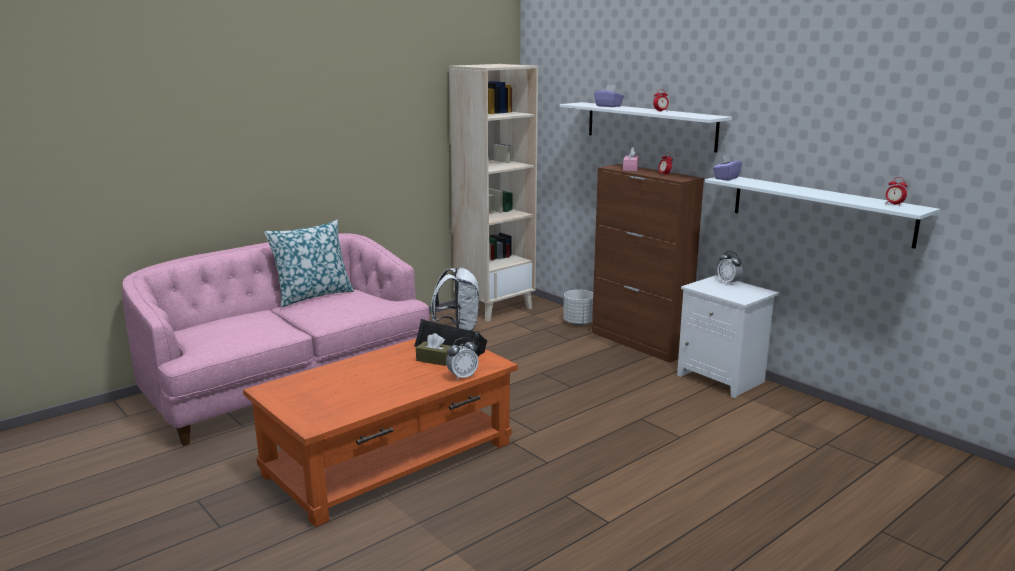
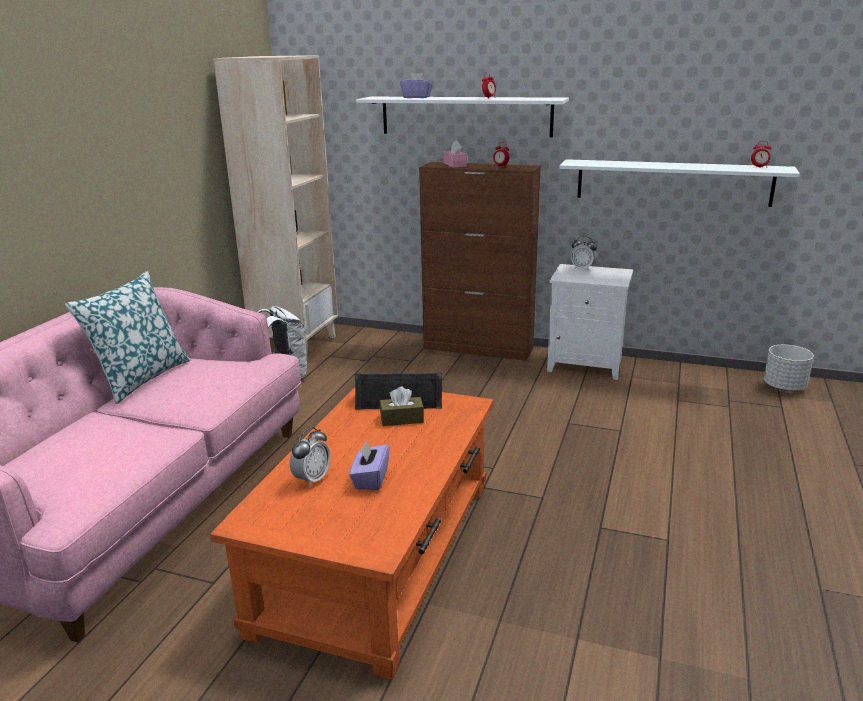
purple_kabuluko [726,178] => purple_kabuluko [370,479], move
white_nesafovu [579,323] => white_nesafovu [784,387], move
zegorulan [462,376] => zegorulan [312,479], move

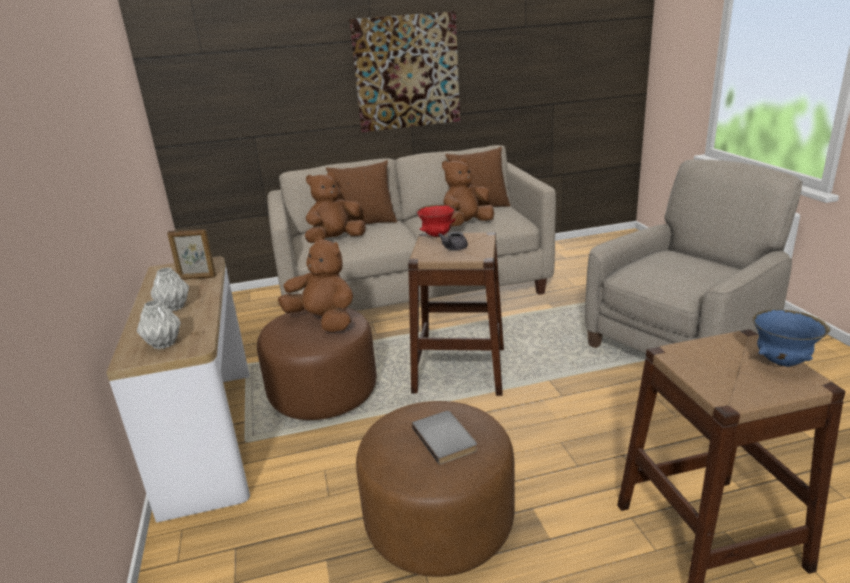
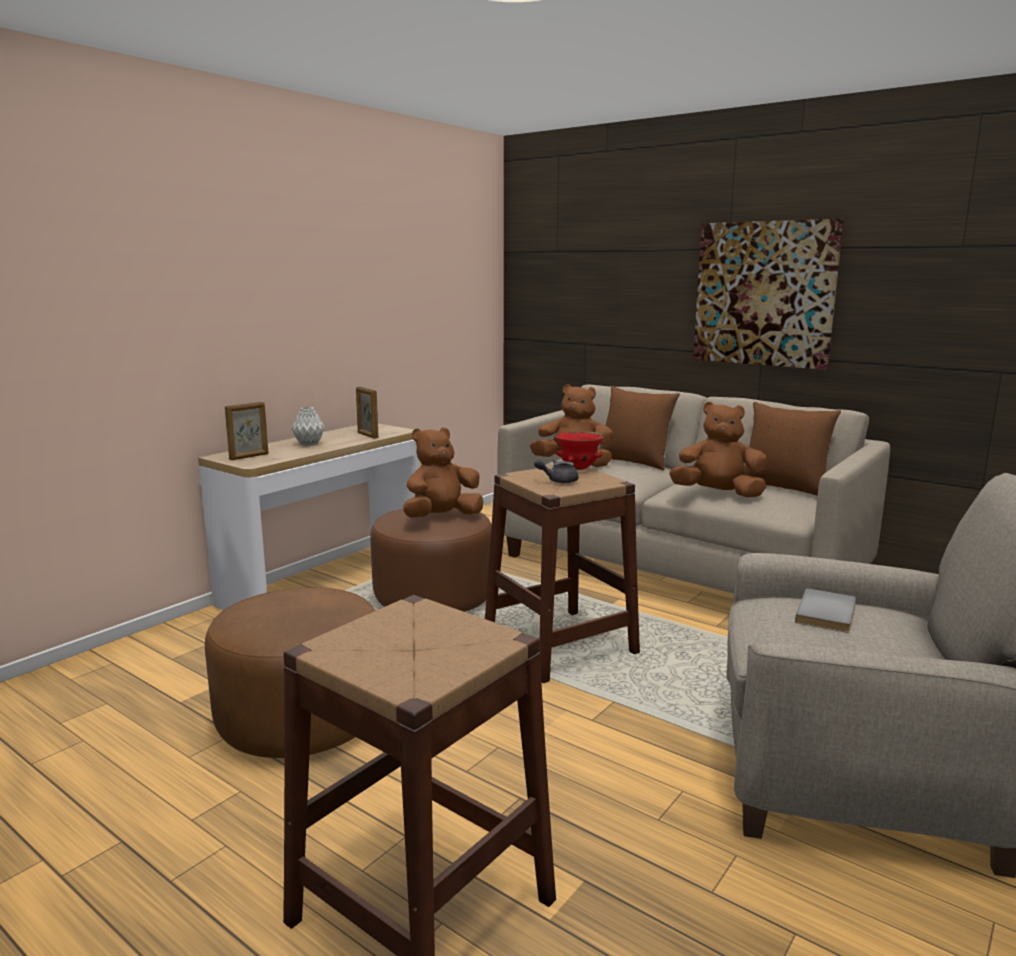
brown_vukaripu [324,321] => brown_vukaripu [442,517], 120 degrees counterclockwise
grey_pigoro [164,344] => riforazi [249,456]
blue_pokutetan [782,362] => nothing
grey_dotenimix [446,438] => grey_dotenimix [828,614], move

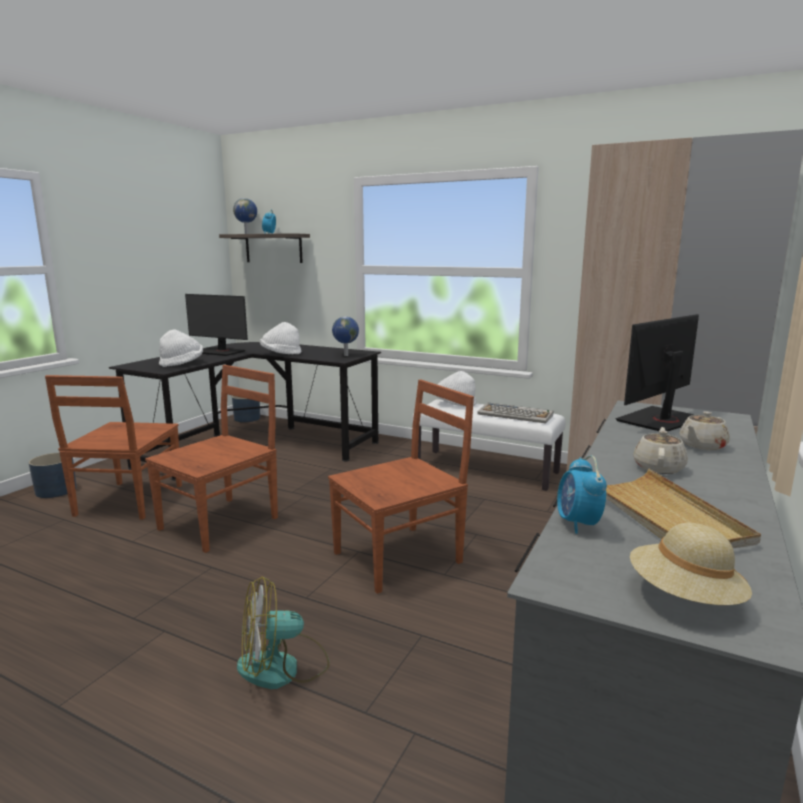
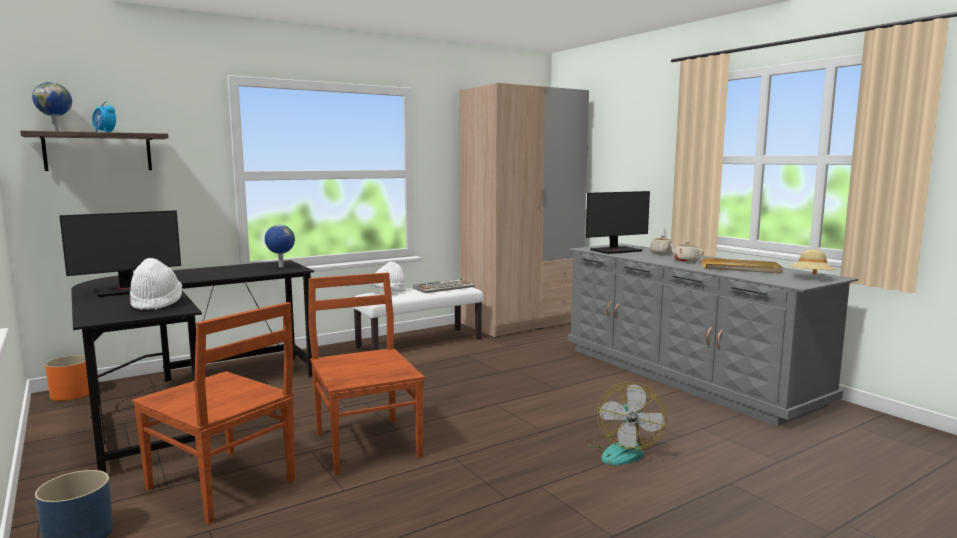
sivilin [659,420] => sivilin [615,250], 105 degrees counterclockwise
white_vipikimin [280,354] => nothing
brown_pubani [400,556] => nothing
blue_nesafovu [247,418] => orange_nesafovu [72,394]
zegorulan [578,524] => nothing

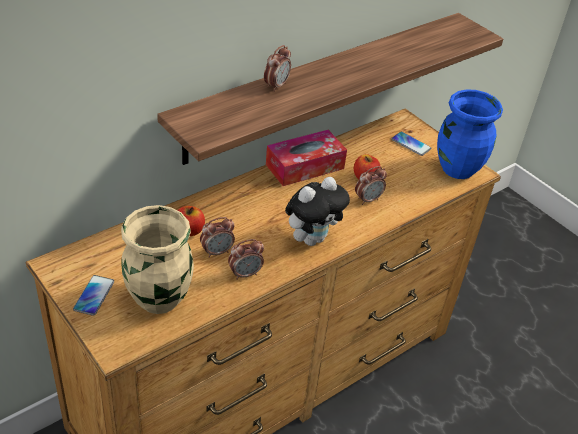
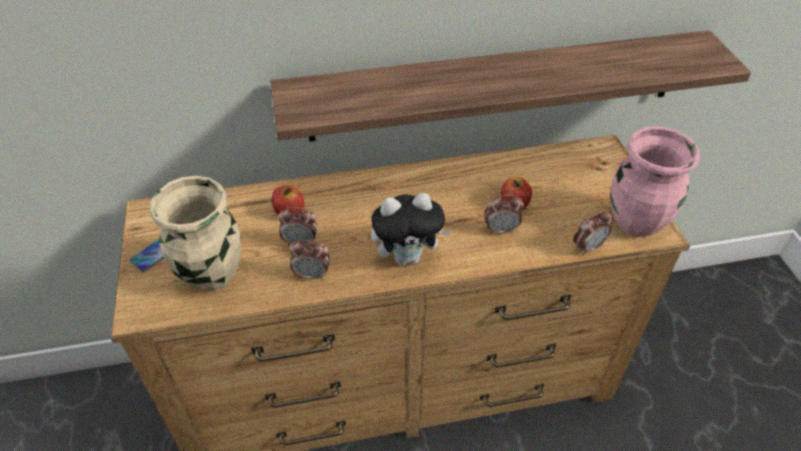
zegorulan [276,86] => zegorulan [588,247], move
blue_pigoro [458,169] => pink_pigoro [636,222]
kabuluko [305,166] => nothing
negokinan [411,144] => nothing

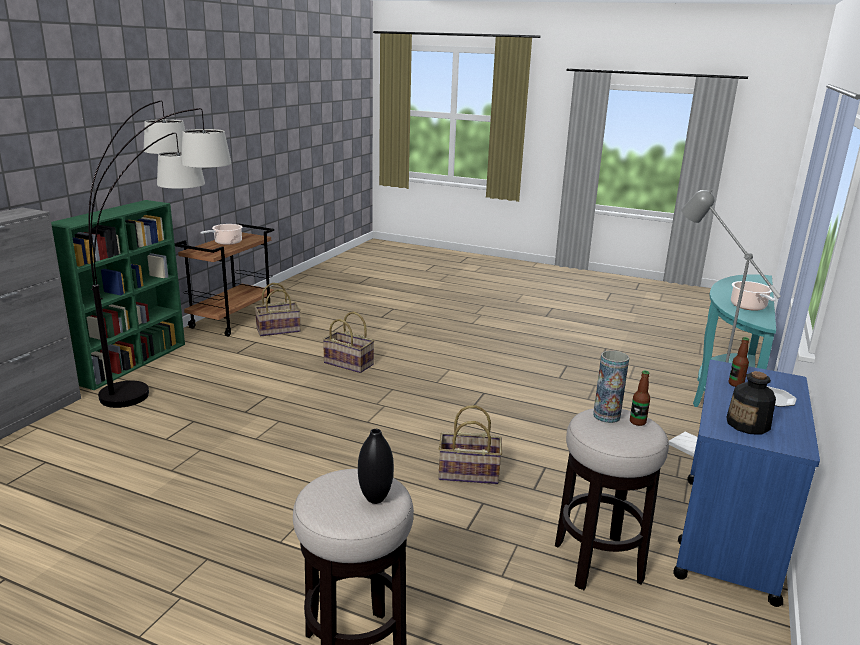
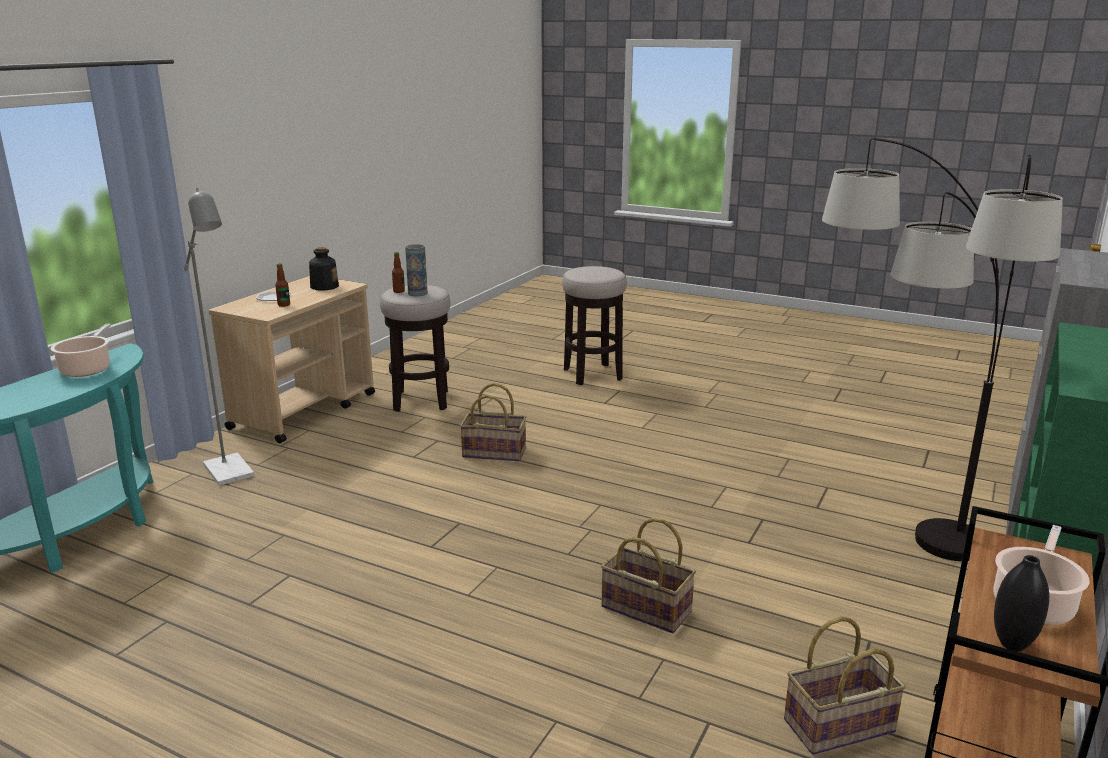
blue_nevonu [727,537] => beige_nevonu [304,410]
black_pigoro [375,498] => black_pigoro [1012,644], move

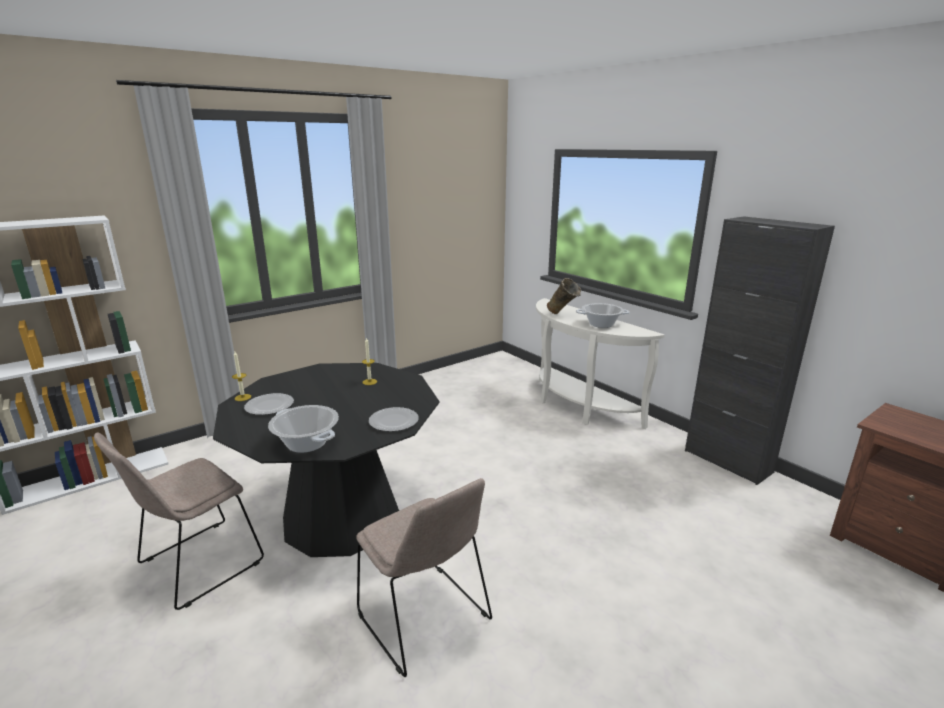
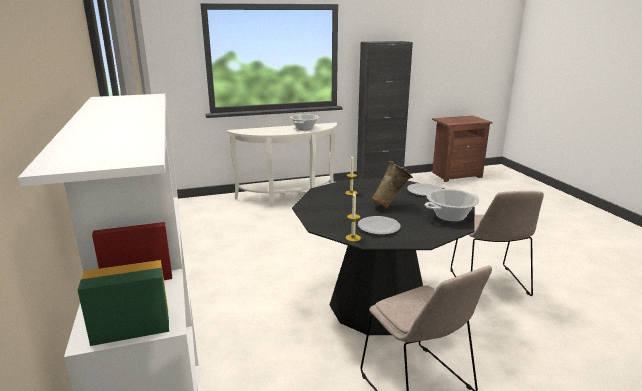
beige_pigoro [563,315] => beige_pigoro [391,205], move
beige_pubani [425,619] => beige_pubani [489,284], 105 degrees clockwise

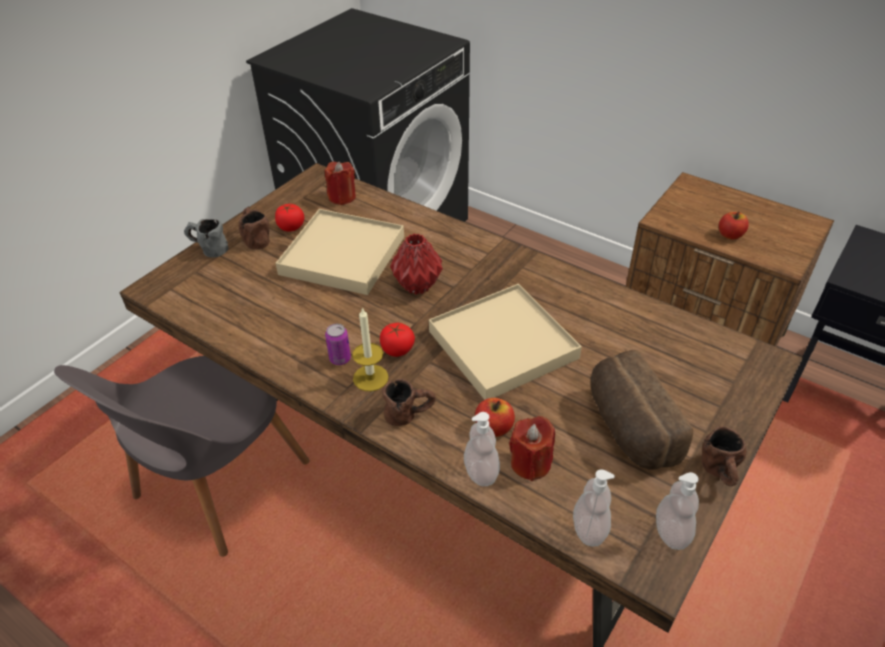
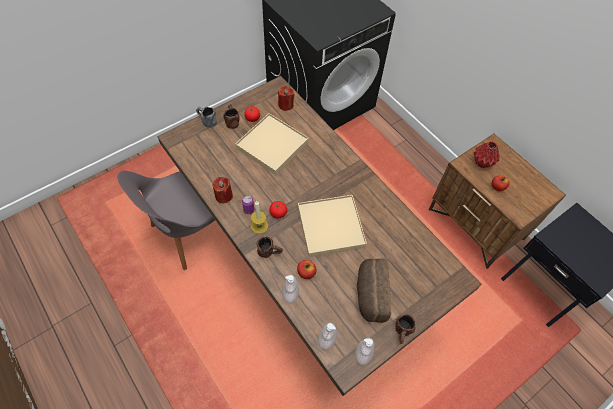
red_pigoro [417,286] => red_pigoro [481,163], move
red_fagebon [530,463] => red_fagebon [223,195], move

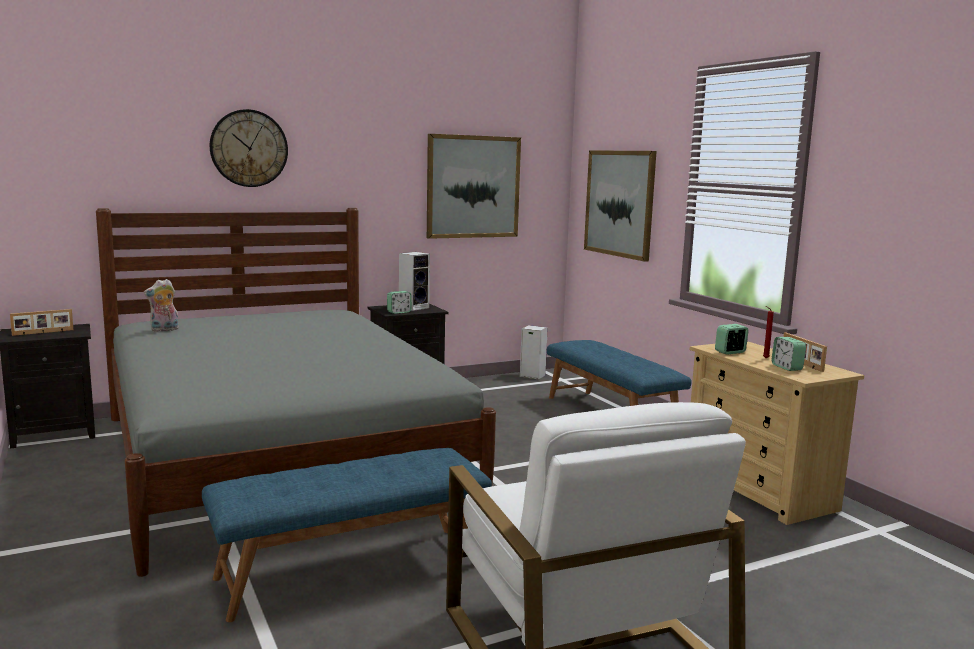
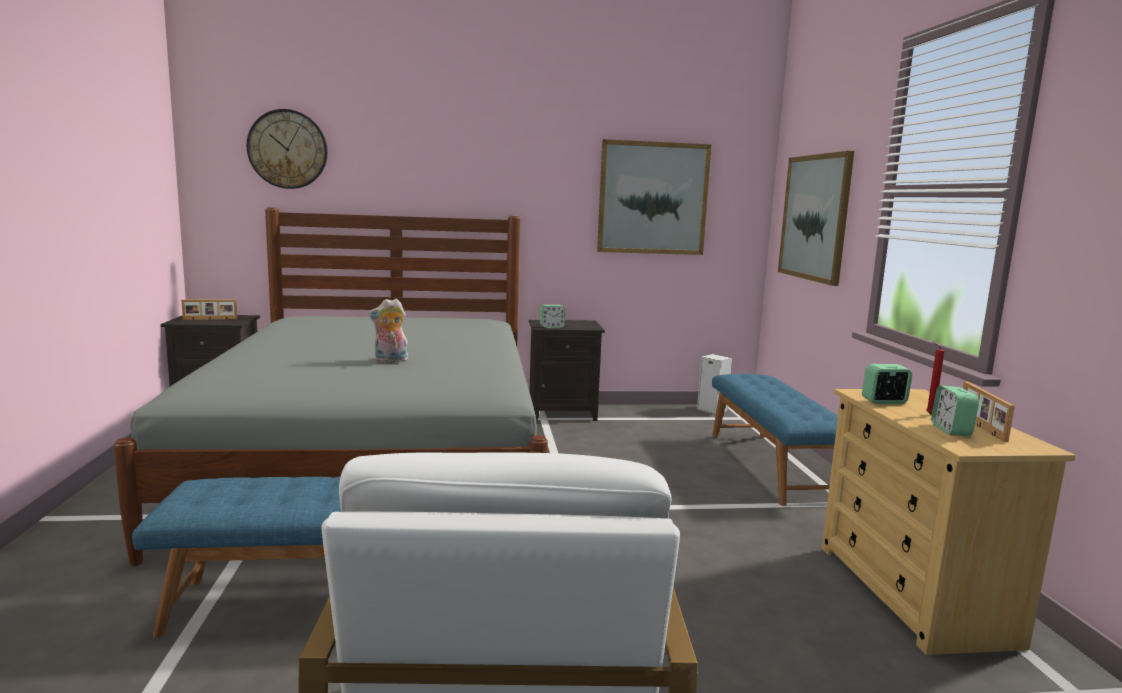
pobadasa [249,148] => pobadasa [288,149], move
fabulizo [414,307] => nothing
vukaripu [164,330] => vukaripu [390,361], move

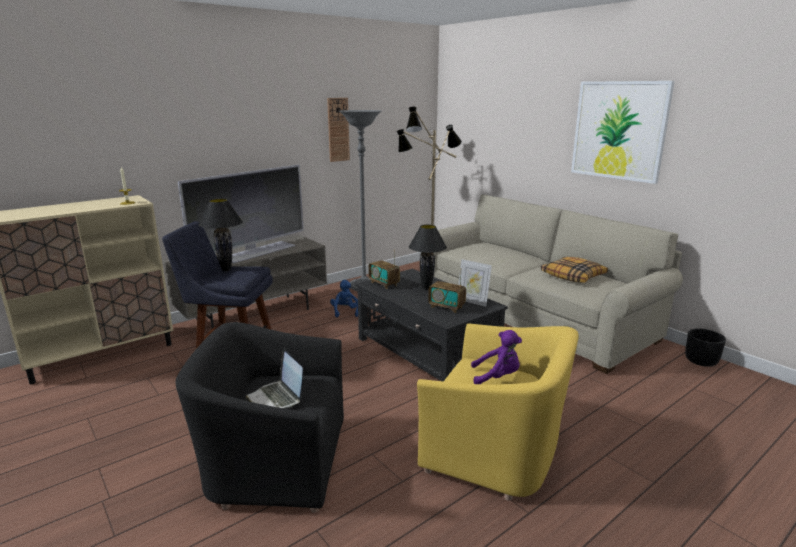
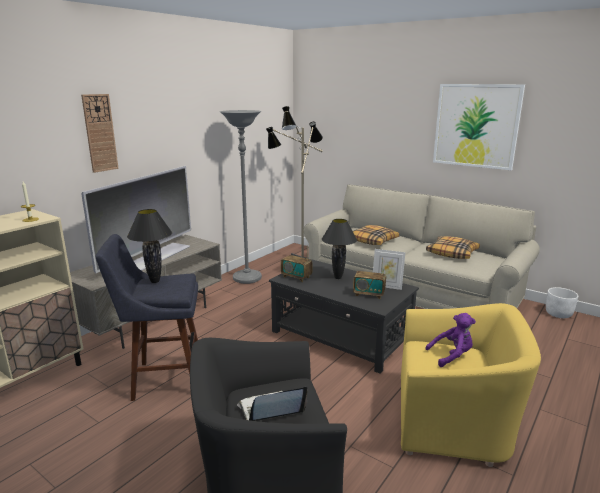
pobadasa [338,129] => pobadasa [100,133], move
blue_vukaripu [345,311] => nothing
black_nesafovu [701,361] => white_nesafovu [558,314]
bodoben [276,398] => bodoben [271,411], 120 degrees clockwise
nothing => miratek [373,240]

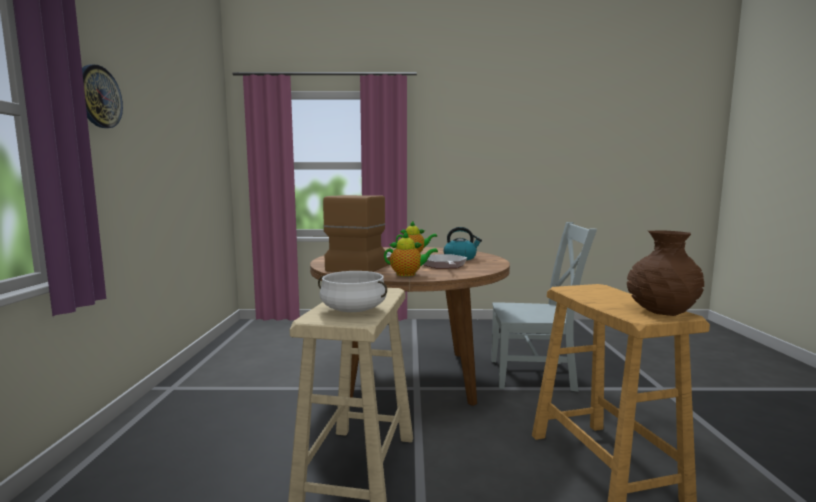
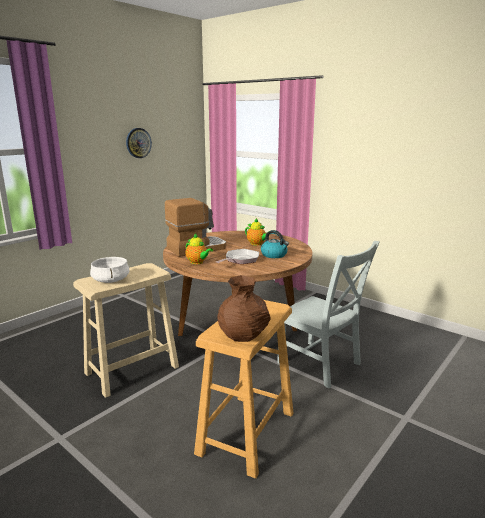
pobadasa [98,97] => pobadasa [138,143], move

